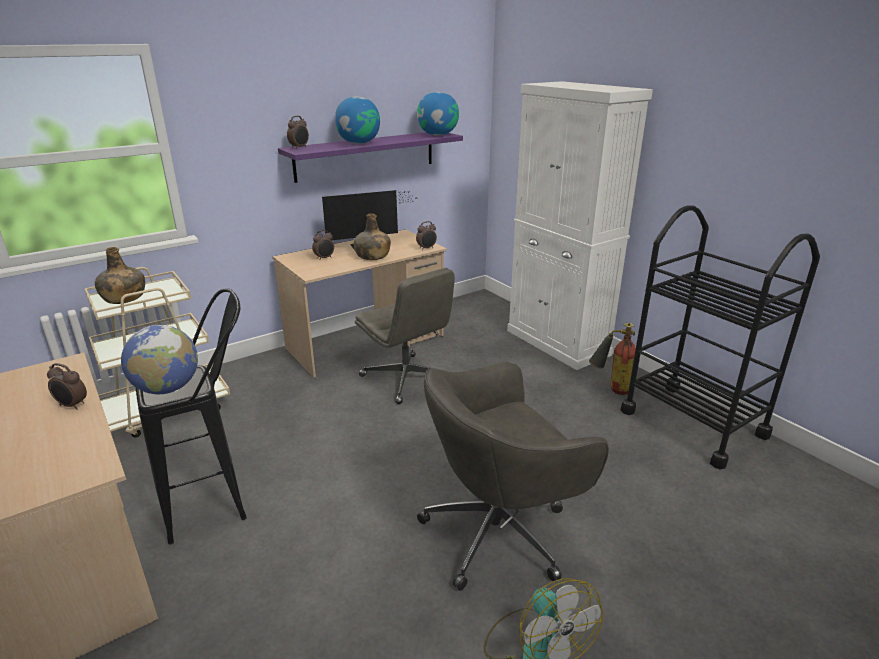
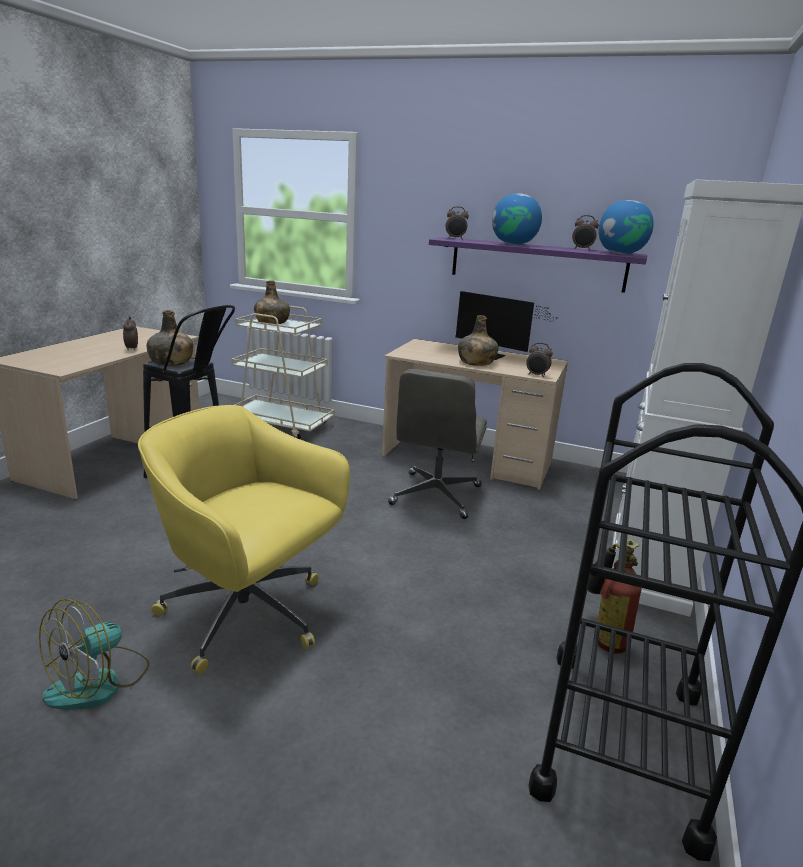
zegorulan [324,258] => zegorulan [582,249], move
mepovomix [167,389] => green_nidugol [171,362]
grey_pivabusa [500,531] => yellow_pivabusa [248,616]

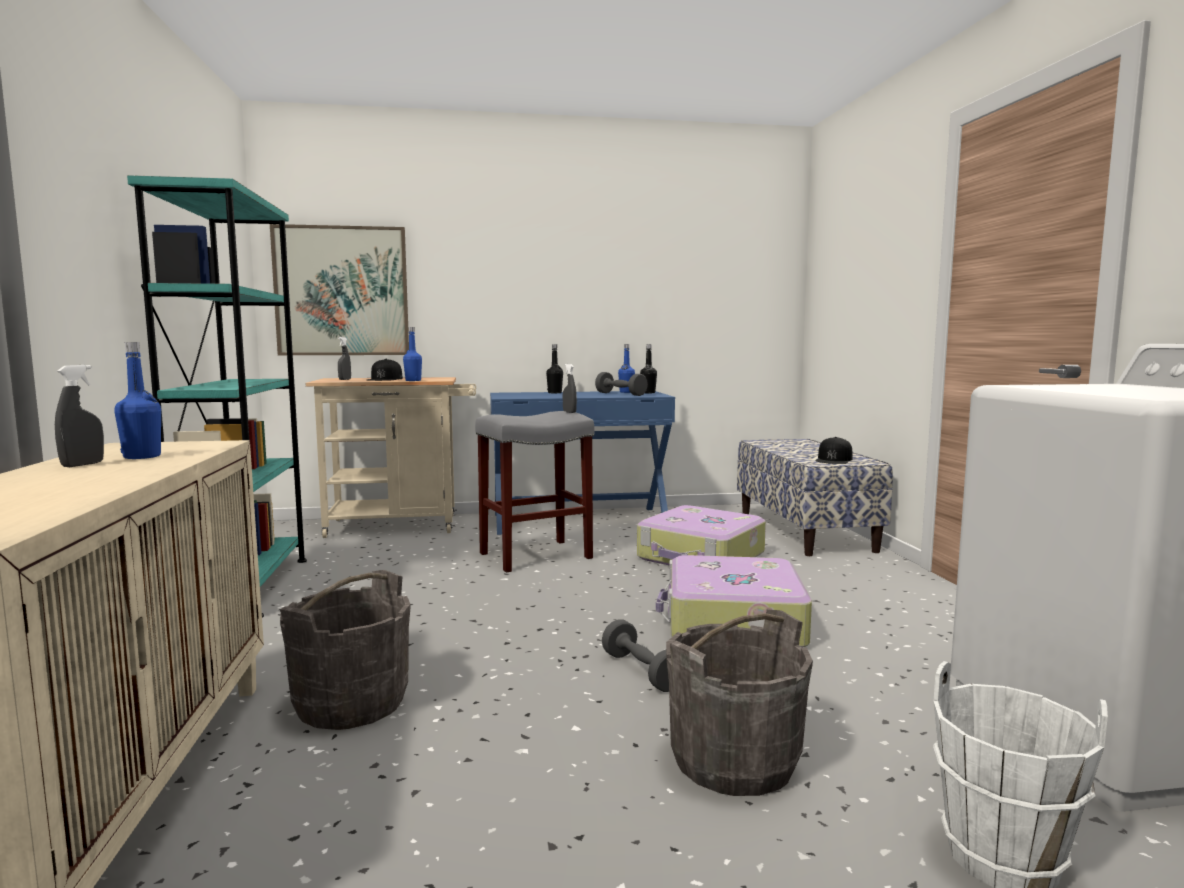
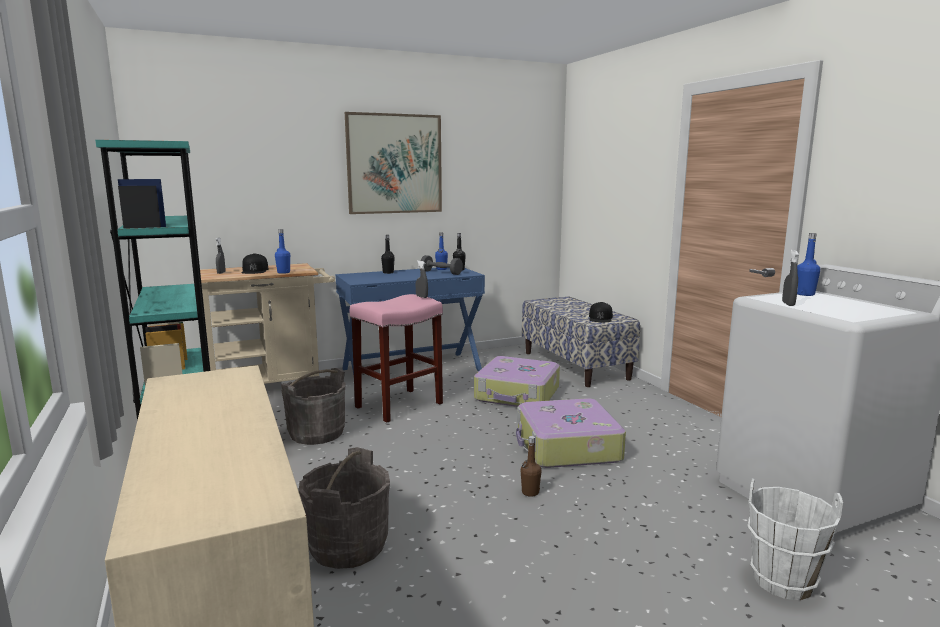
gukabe [342,291] => gukabe [394,164], move
blue_nidugol [142,456] => blue_nidugol [804,294], move
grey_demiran [83,464] => grey_demiran [788,304], move
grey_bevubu [534,556] => pink_bevubu [398,405]
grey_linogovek [734,761] => grey_linogovek [317,433], move
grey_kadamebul [642,671] => brown_nidugol [530,492]

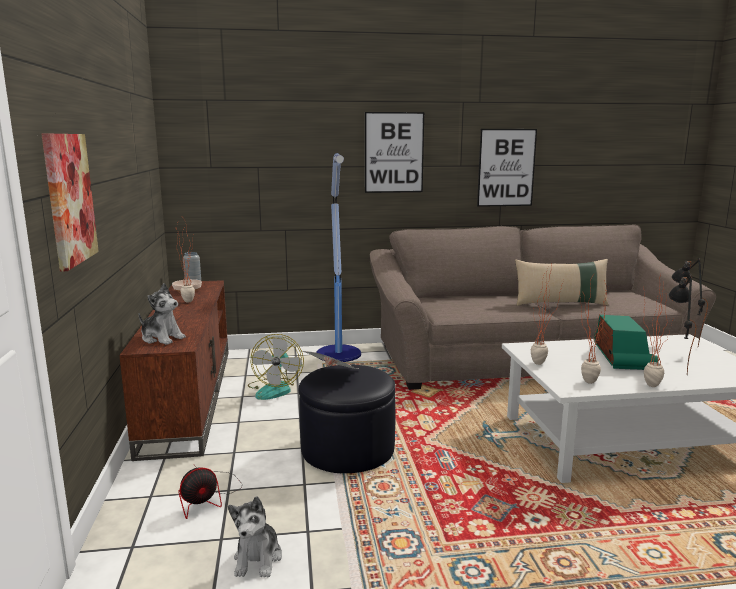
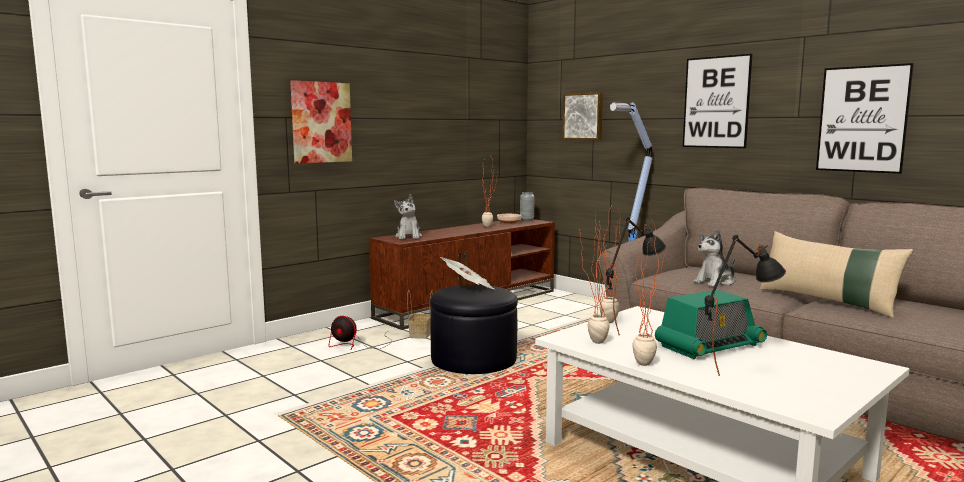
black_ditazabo [682,340] => black_ditazabo [631,329], move
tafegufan [275,389] => nothing
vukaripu [258,558] => vukaripu [715,282], move
nothing => gukabe [583,116]
nothing => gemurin [420,335]

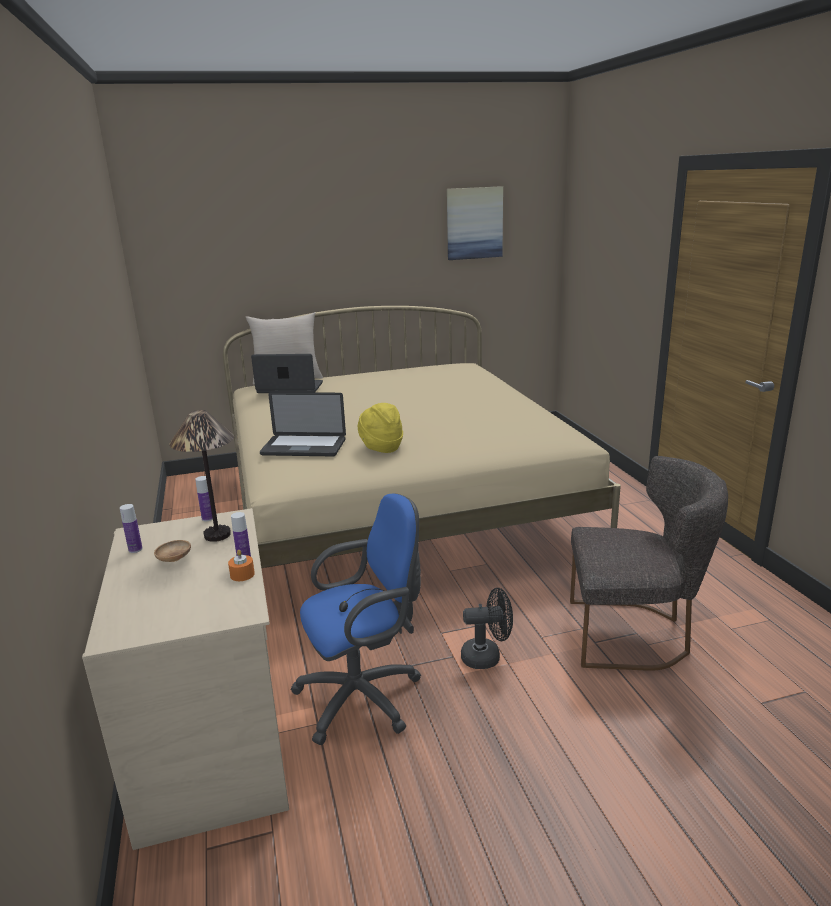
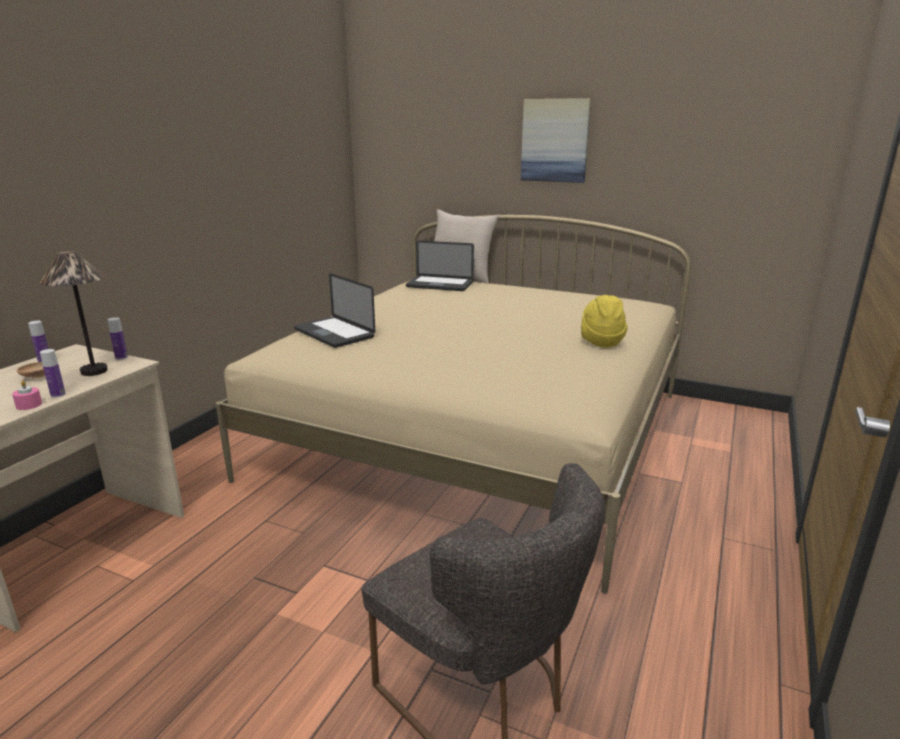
gukabe [474,223] => gukabe [555,140], move
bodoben [290,388] => bodoben [439,285], 150 degrees clockwise
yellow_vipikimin [381,447] => yellow_vipikimin [601,341], move
blue_pivabusa [365,696] => nothing
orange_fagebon [242,574] => pink_fagebon [29,405]
black_tafegufan [487,656] => nothing

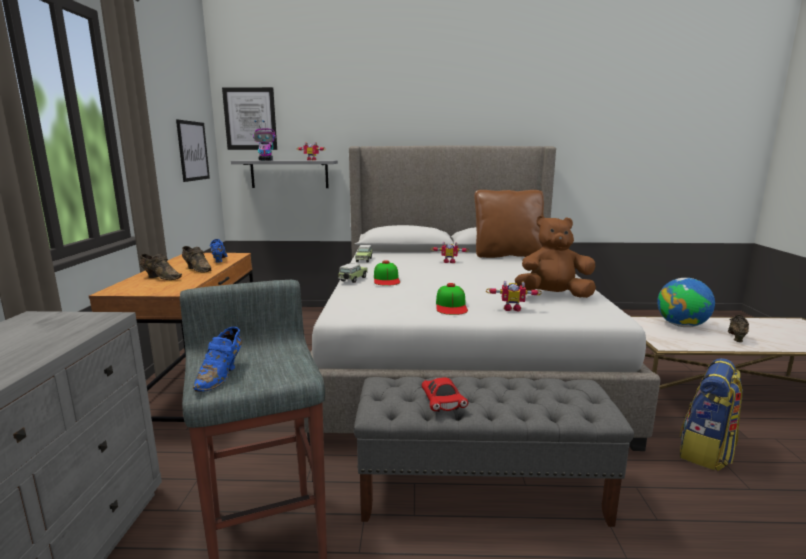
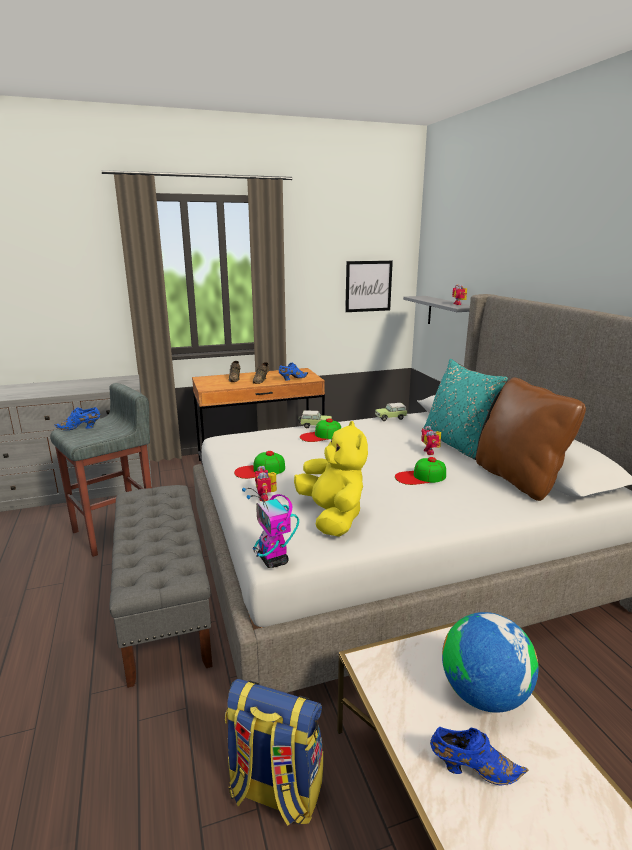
gukabe [250,119] => nothing
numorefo [266,160] => numorefo [273,560], move
brown_vukaripu [553,296] => yellow_vukaripu [332,517]
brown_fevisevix [736,337] => blue_fevisevix [472,769]
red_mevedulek [442,403] => nothing
nothing => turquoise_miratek [457,443]
nothing => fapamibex [420,477]

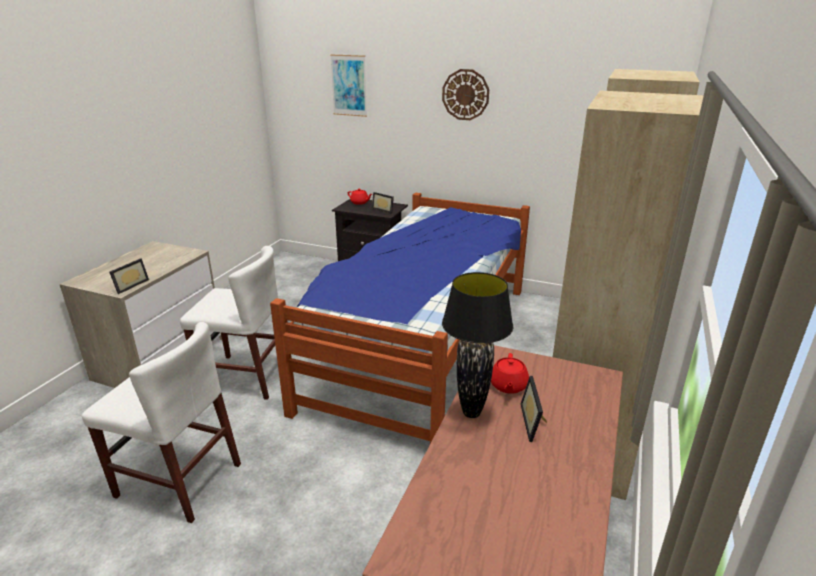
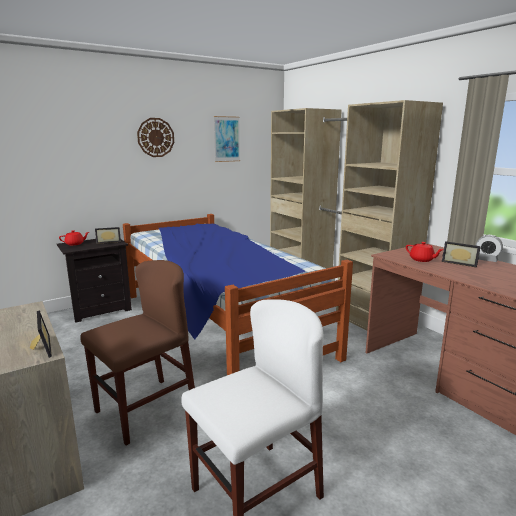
gukabe [349,85] => gukabe [227,139], move
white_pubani [246,376] => brown_pubani [146,409]
black_ditazabo [472,413] => nothing
nothing => zegorulan [486,260]

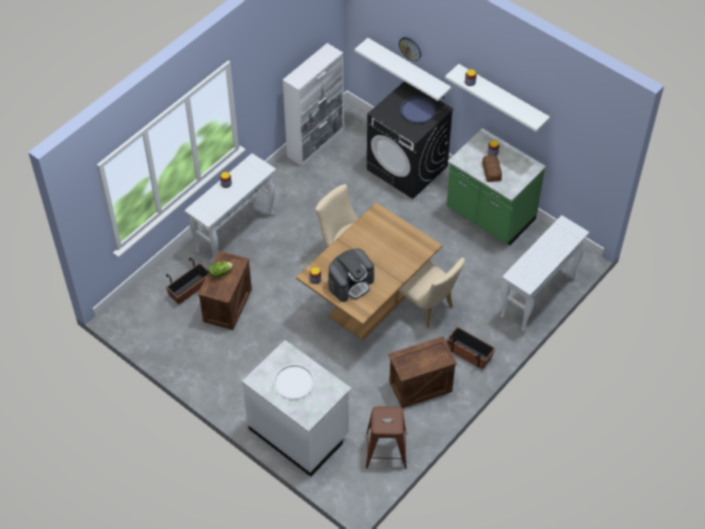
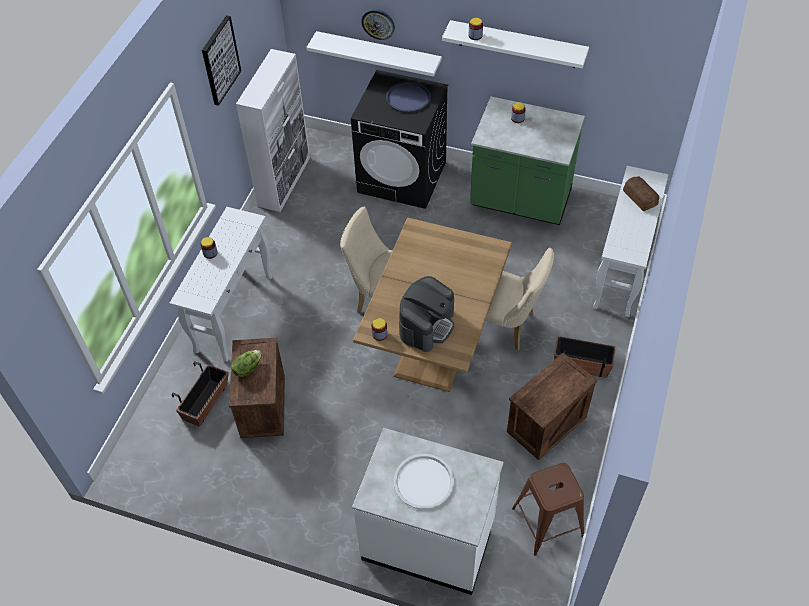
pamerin [492,171] => pamerin [640,197], move
nothing => gukabe [220,60]

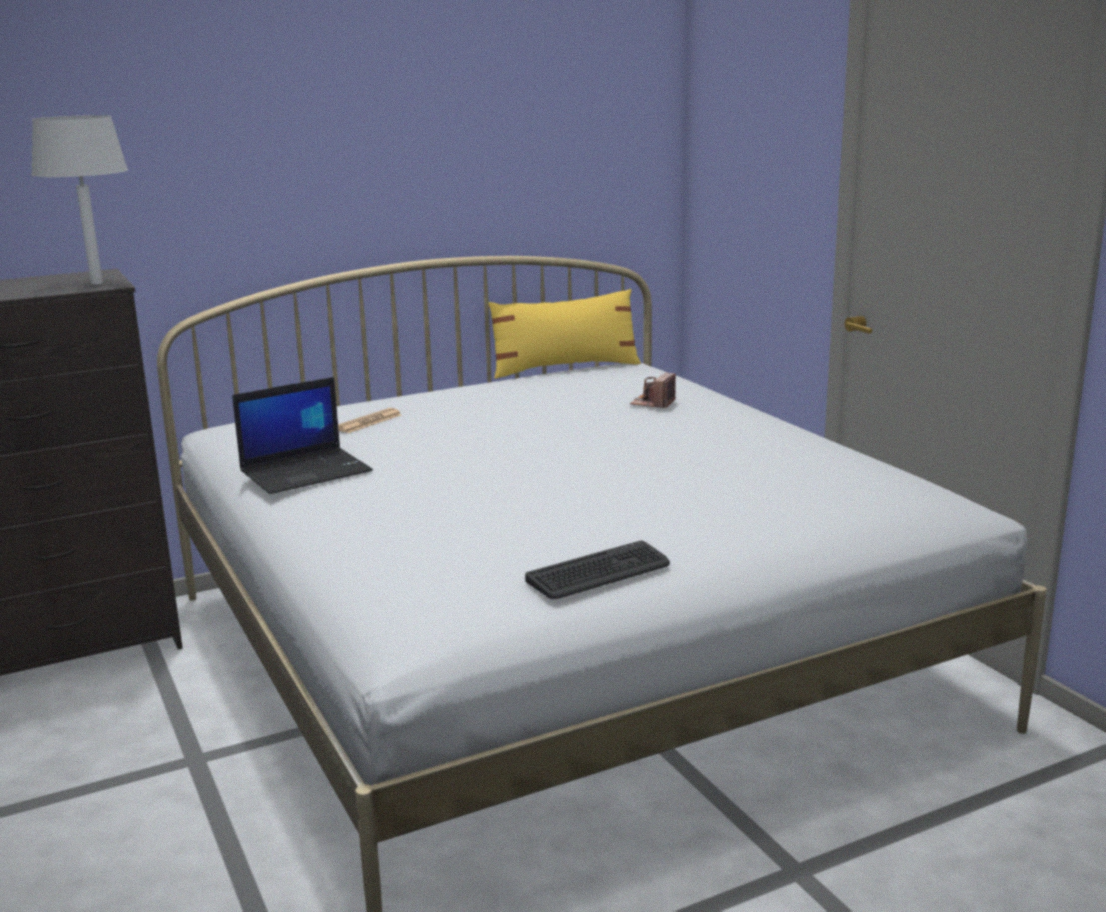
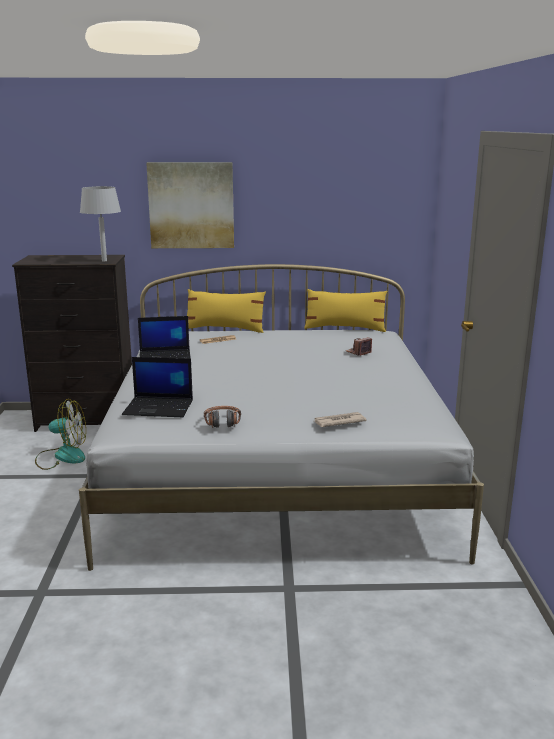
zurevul [599,572] => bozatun [222,422]
nothing => gukabe [191,205]
nothing => yellow_miratek [225,329]
nothing => bodoben [159,407]
nothing => tafegufan [62,456]
nothing => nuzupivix [338,422]

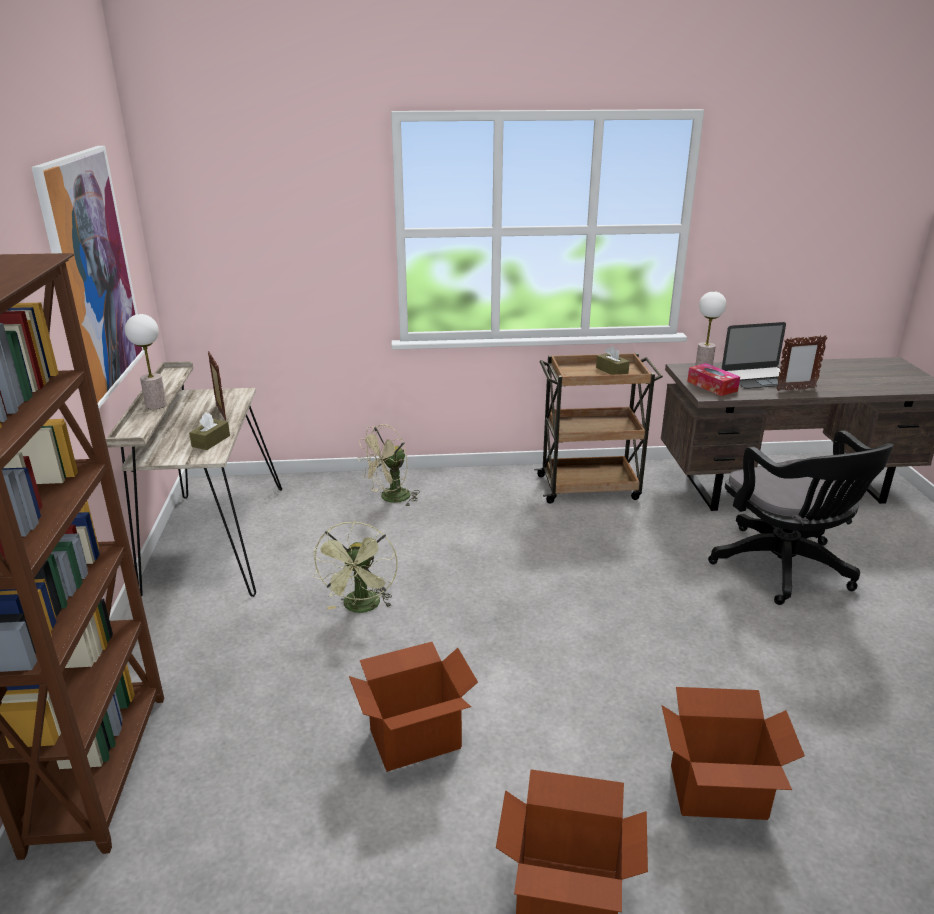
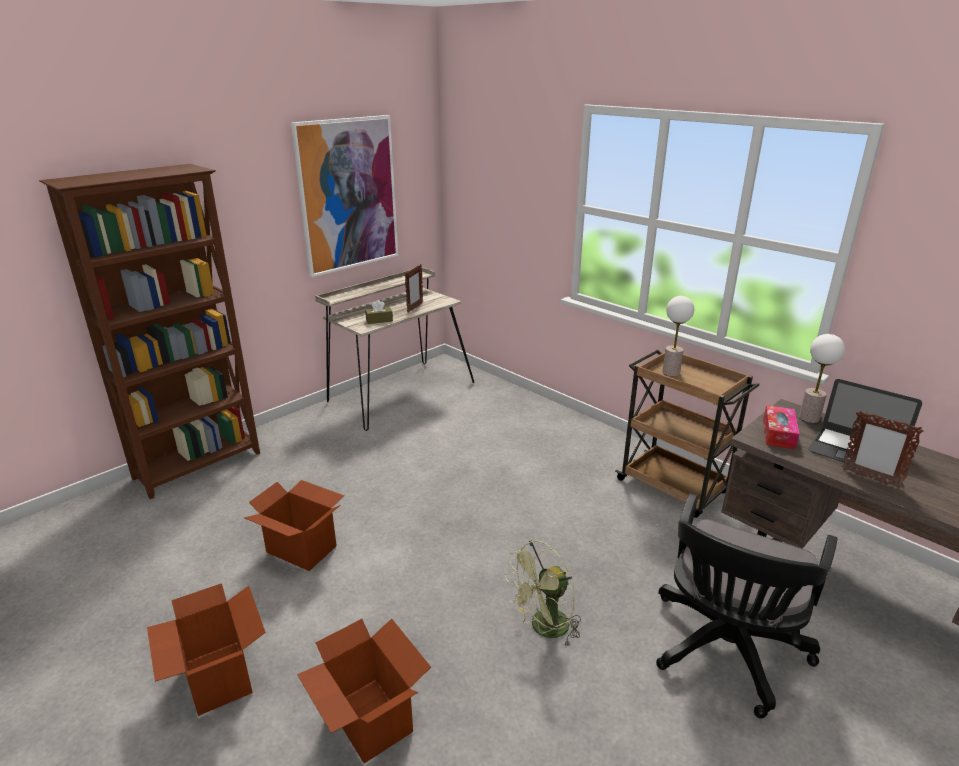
ditazabo [156,405] => ditazabo [671,372], move
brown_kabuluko [612,370] => nothing
beige_tafegufan [390,499] => nothing
green_tafegufan [361,608] => green_tafegufan [544,629], move

